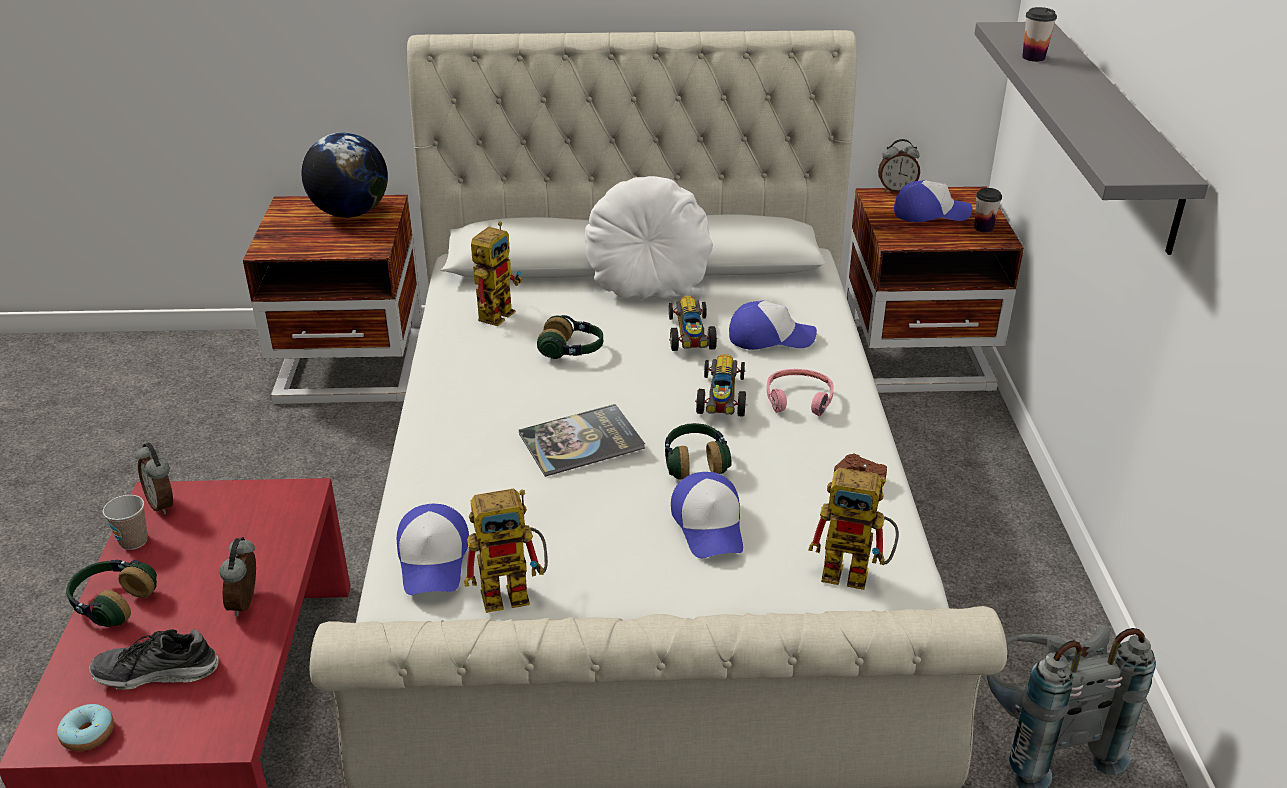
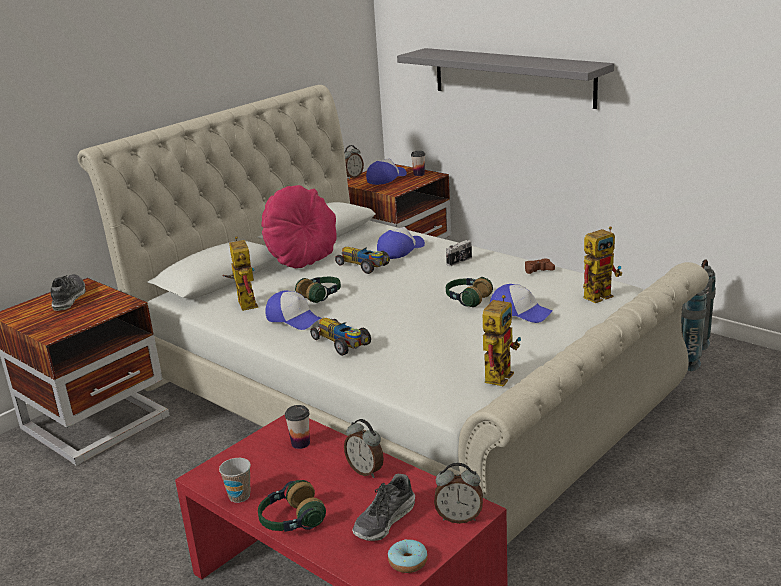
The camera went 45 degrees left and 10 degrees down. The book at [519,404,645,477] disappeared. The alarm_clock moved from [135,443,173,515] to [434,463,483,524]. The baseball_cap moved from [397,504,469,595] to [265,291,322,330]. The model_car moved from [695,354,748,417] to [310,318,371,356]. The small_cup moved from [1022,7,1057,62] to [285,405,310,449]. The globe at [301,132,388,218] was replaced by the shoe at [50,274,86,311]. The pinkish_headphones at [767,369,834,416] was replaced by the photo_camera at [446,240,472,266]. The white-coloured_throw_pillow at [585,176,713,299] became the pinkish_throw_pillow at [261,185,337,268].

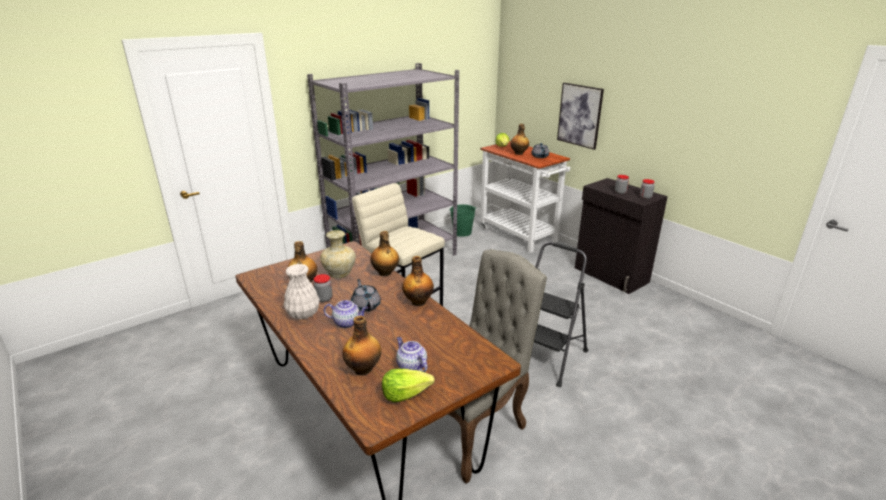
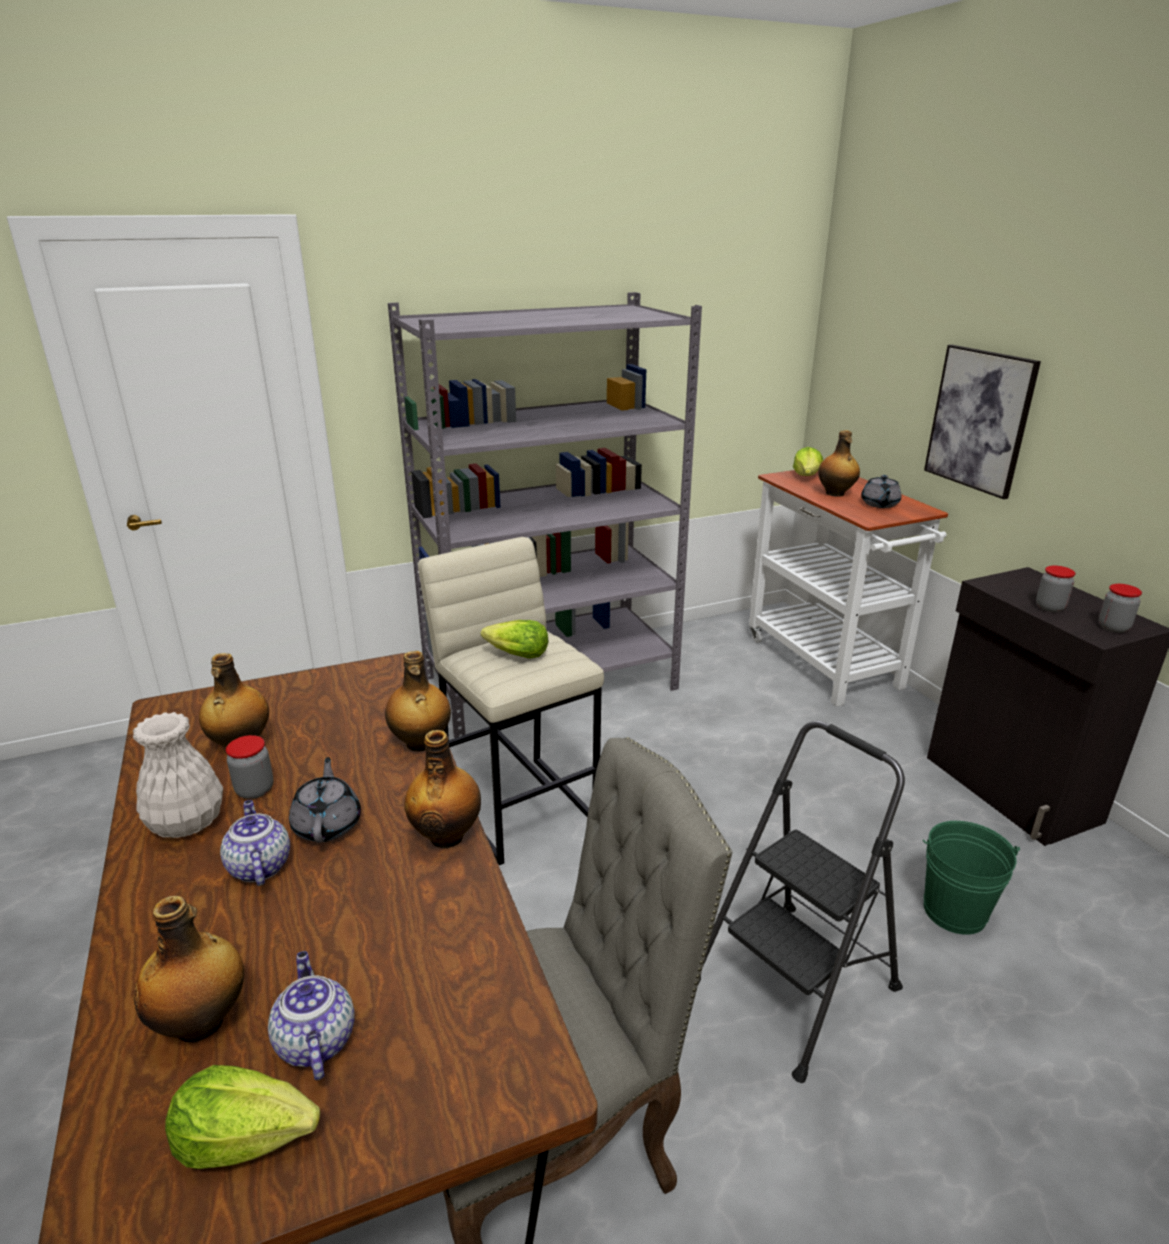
The camera went 15 degrees right and 0 degrees up. The beige-coloured_decorative_vase at [320,230,356,278] disappeared. The lettuce at [481,620,548,659] appeared. The green_pail moved from [449,204,476,237] to [923,821,1020,935]. The pot_for_tea at [324,300,368,328] turned 135 degrees counterclockwise.

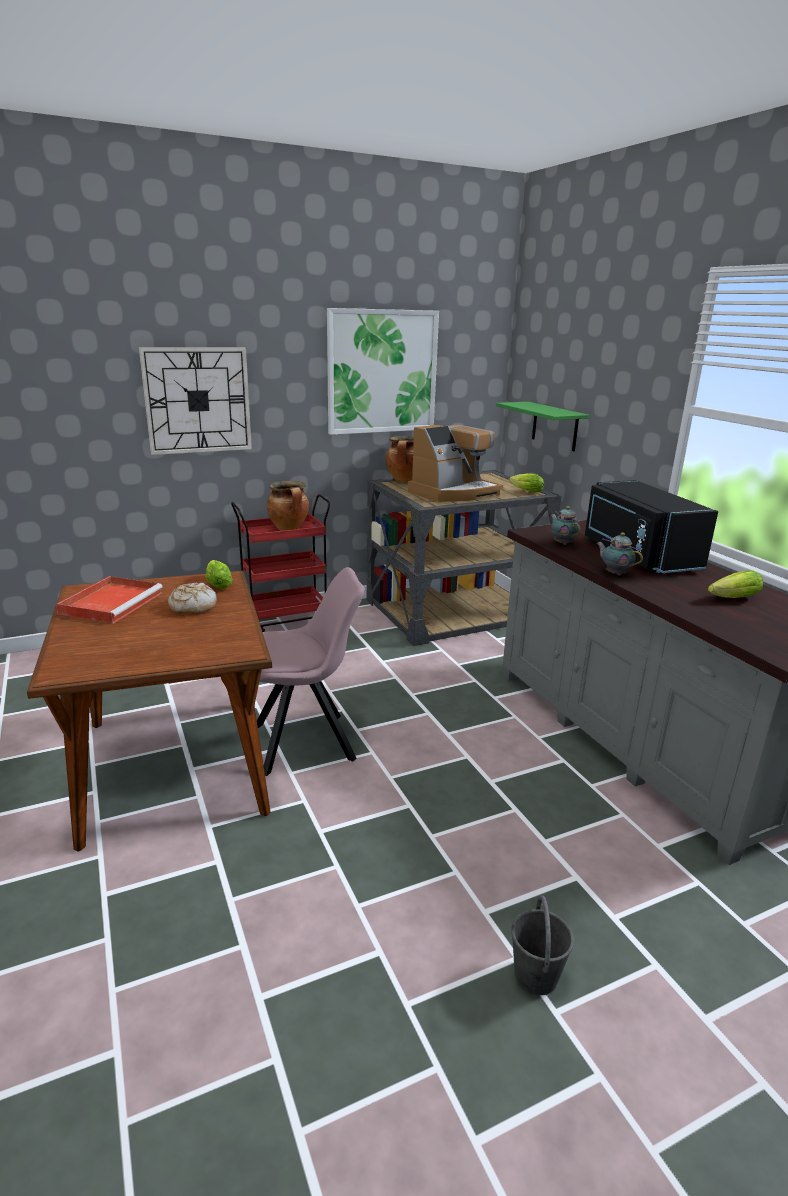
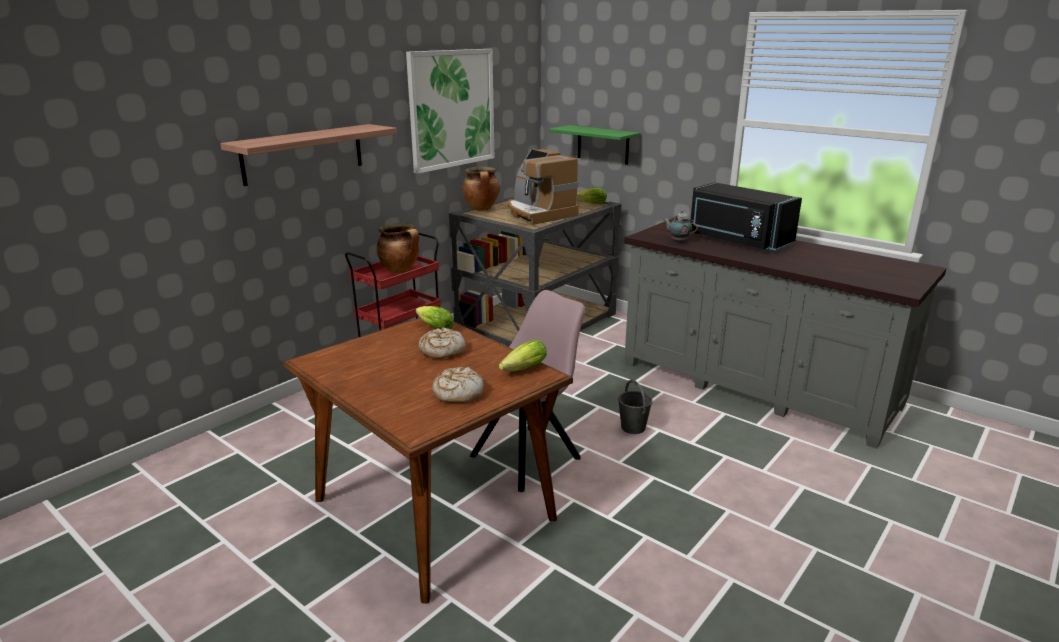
The camera went 25 degrees left and 0 degrees up. The red_tray at [56,576,163,623] disappeared. The pot_for_tea at [596,533,643,576] disappeared. The bread at [432,367,483,402] appeared. The grey_pail moved from [511,895,574,995] to [618,380,653,434]. The lettuce moved from [708,571,763,598] to [499,340,547,372]. The wall_clock at [139,347,252,455] was replaced by the wall_shelf at [220,124,397,186]. The coffee_brewer at [408,425,503,502] turned 120 degrees clockwise.

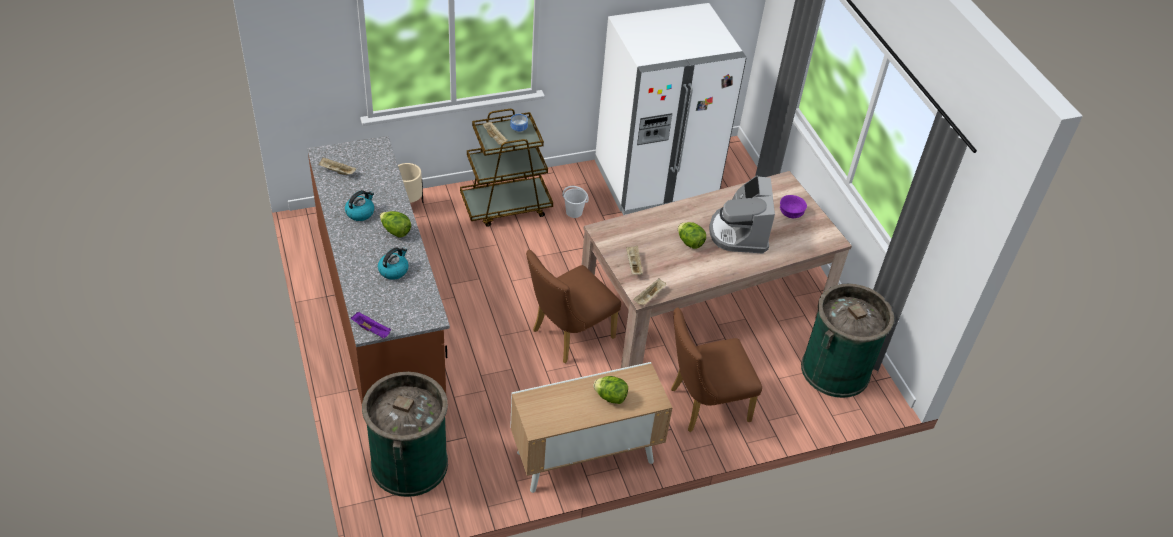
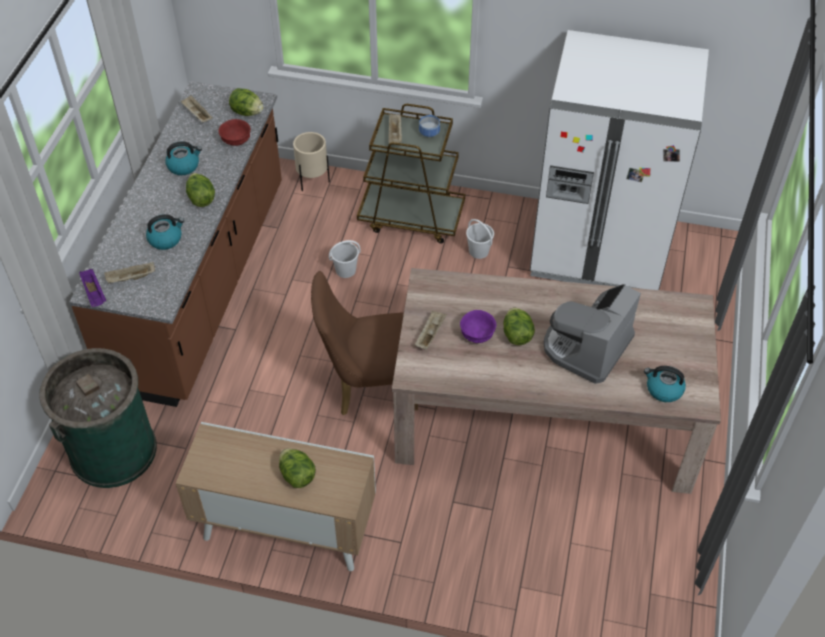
The camera went 35 degrees right and 5 degrees up. The brown-coloured_upright_chair at [671,307,762,432] disappeared. The green_rubbish_bin at [801,283,894,398] disappeared. The red_deep_dish at [218,119,251,146] appeared. The lettuce at [229,88,264,116] appeared. The white-coloured_pail at [329,240,361,278] appeared. The water_kettle at [644,366,686,402] appeared. The beige-coloured_tray moved from [633,278,666,306] to [104,262,155,284]. The purple-coloured_deep_dish moved from [780,195,807,218] to [460,310,496,343].

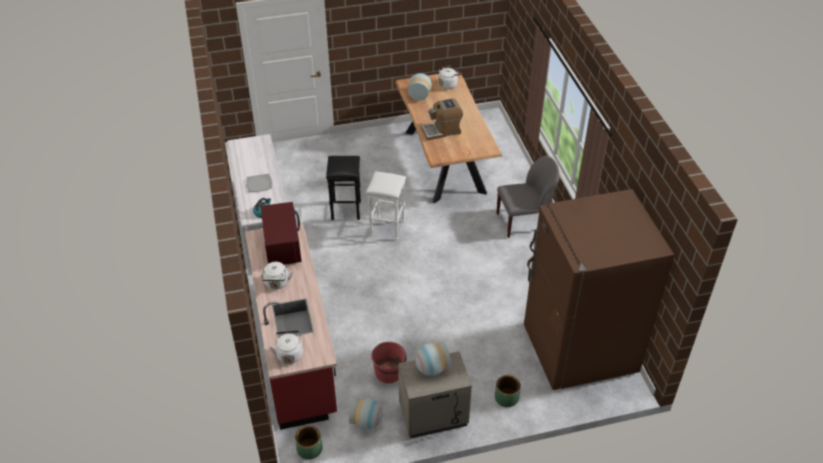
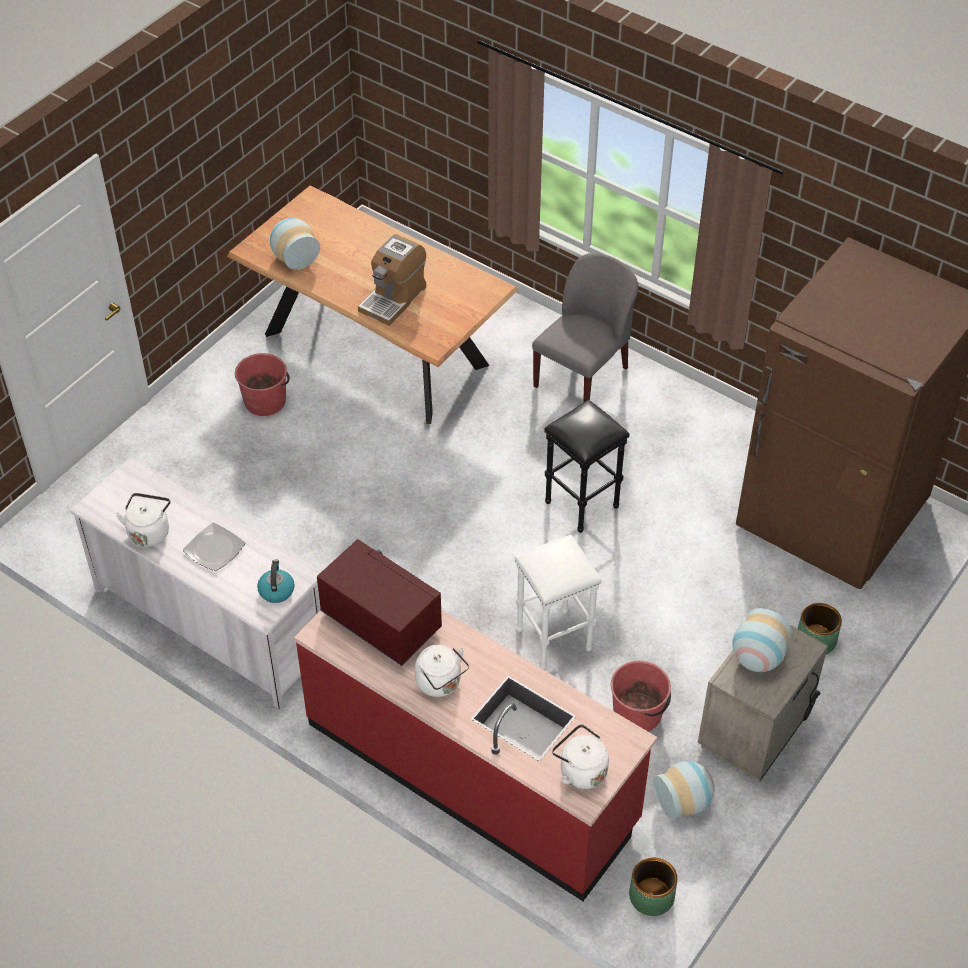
The camera went 40 degrees left and 5 degrees up. The red_pail at [235,353,290,416] appeared. The black_sitting_stool moved from [326,156,361,220] to [544,400,630,533]. The white-coloured_sitting_stool moved from [366,171,406,241] to [515,535,602,670]. The white-coloured_water_kettle moved from [438,66,461,89] to [116,493,170,547].

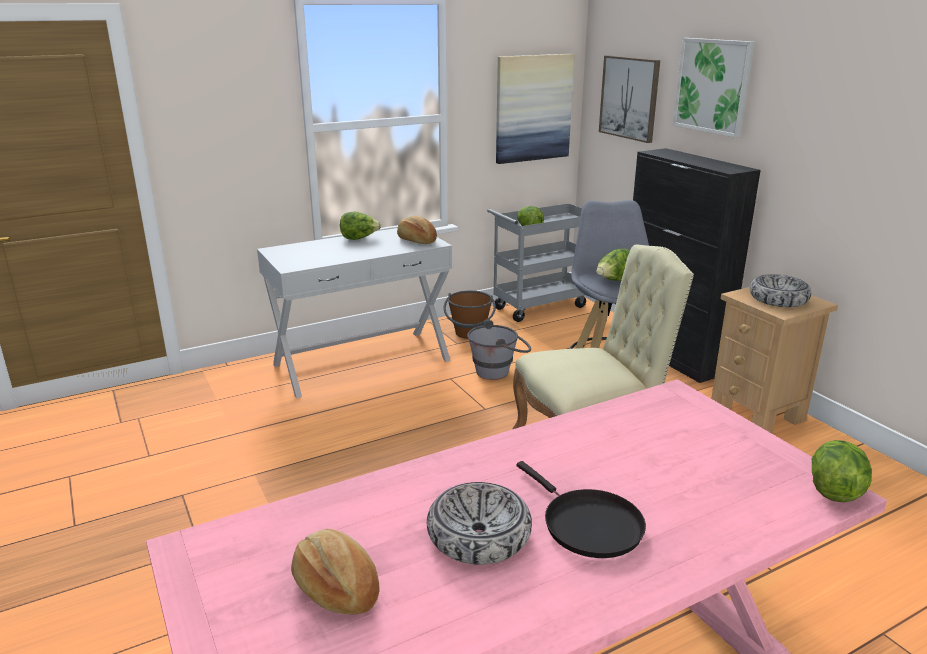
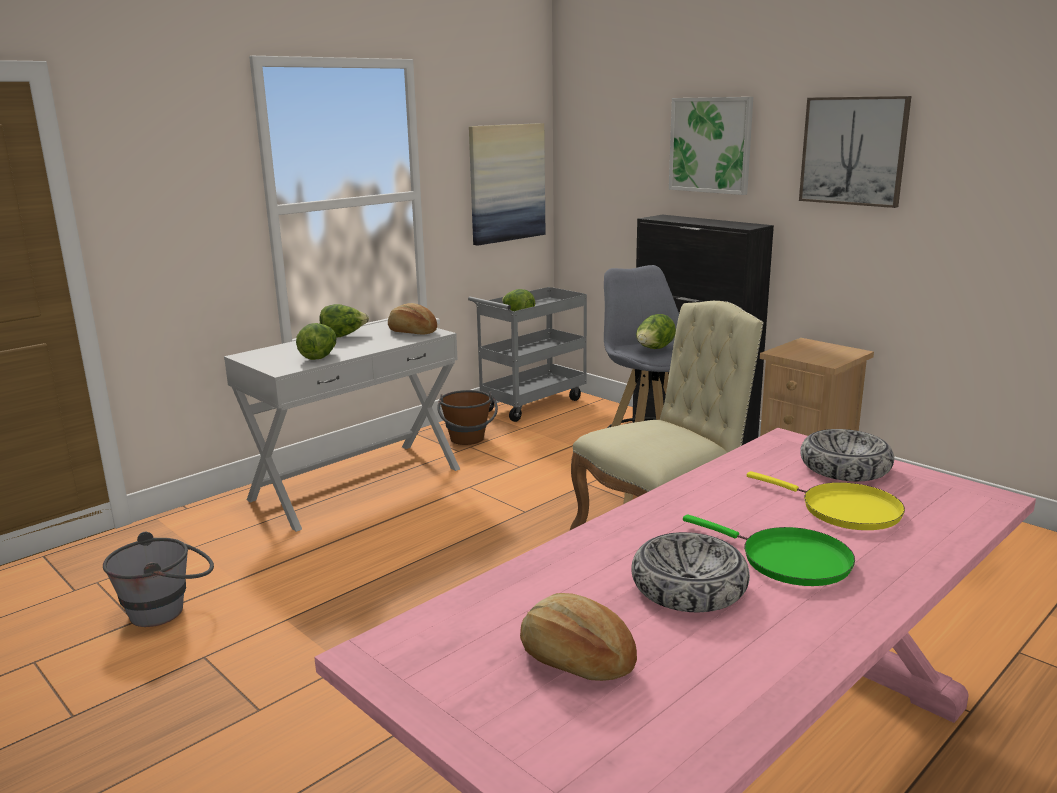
The camera went 15 degrees left and 5 degrees down. The yellow-coloured_pan at [747,471,905,530] appeared. The grey_pail moved from [467,320,531,380] to [103,532,214,627]. The wall_art moved from [599,55,660,143] to [799,96,911,208]. The deep_dish moved from [750,274,811,307] to [800,429,894,481]. The lettuce moved from [812,440,872,502] to [296,323,337,360]. The black_pan at [516,461,646,558] became the green_pan at [683,514,855,586].

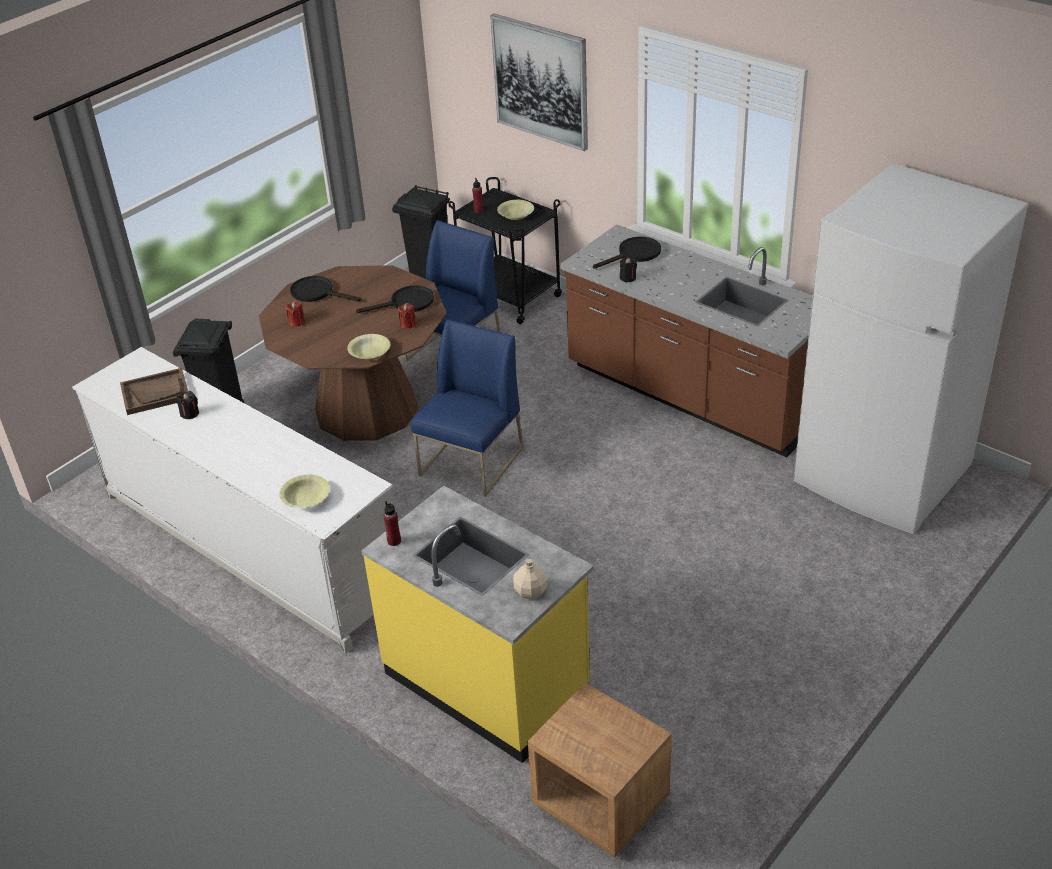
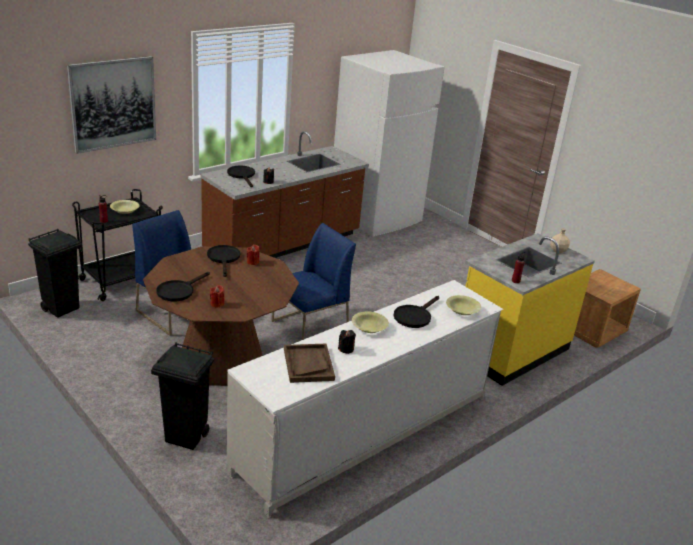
The camera went 85 degrees left and 10 degrees down. The black_pan at [393,296,439,328] appeared. The yellow-coloured_deep_dish moved from [347,334,390,360] to [352,311,389,333]. The bluish_upright_chair at [411,319,524,496] turned 105 degrees clockwise.

